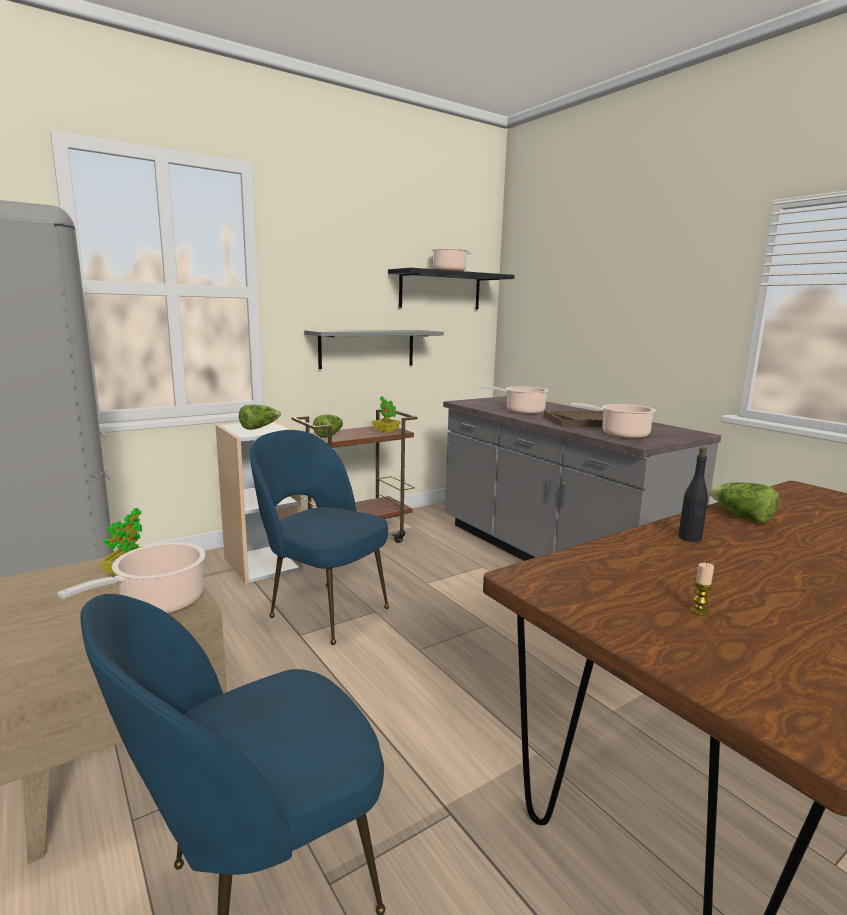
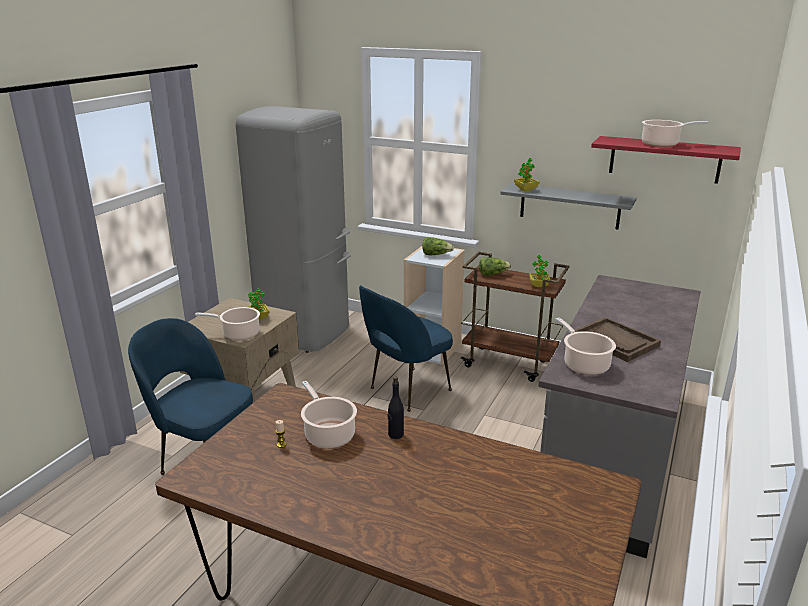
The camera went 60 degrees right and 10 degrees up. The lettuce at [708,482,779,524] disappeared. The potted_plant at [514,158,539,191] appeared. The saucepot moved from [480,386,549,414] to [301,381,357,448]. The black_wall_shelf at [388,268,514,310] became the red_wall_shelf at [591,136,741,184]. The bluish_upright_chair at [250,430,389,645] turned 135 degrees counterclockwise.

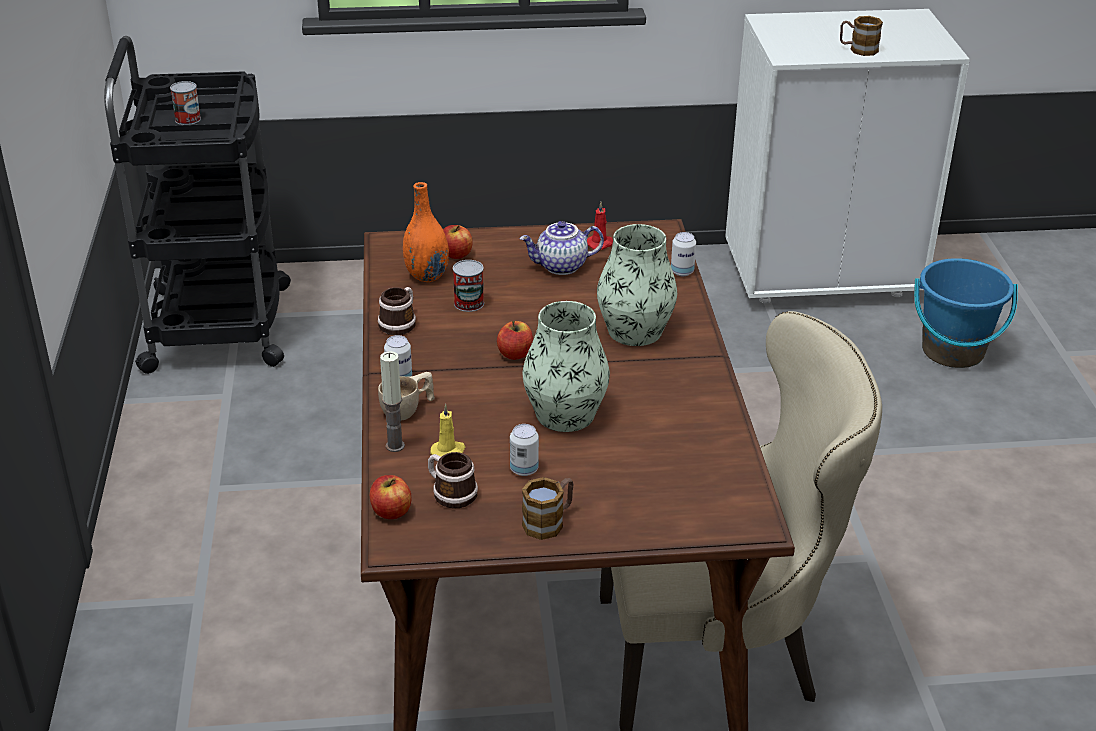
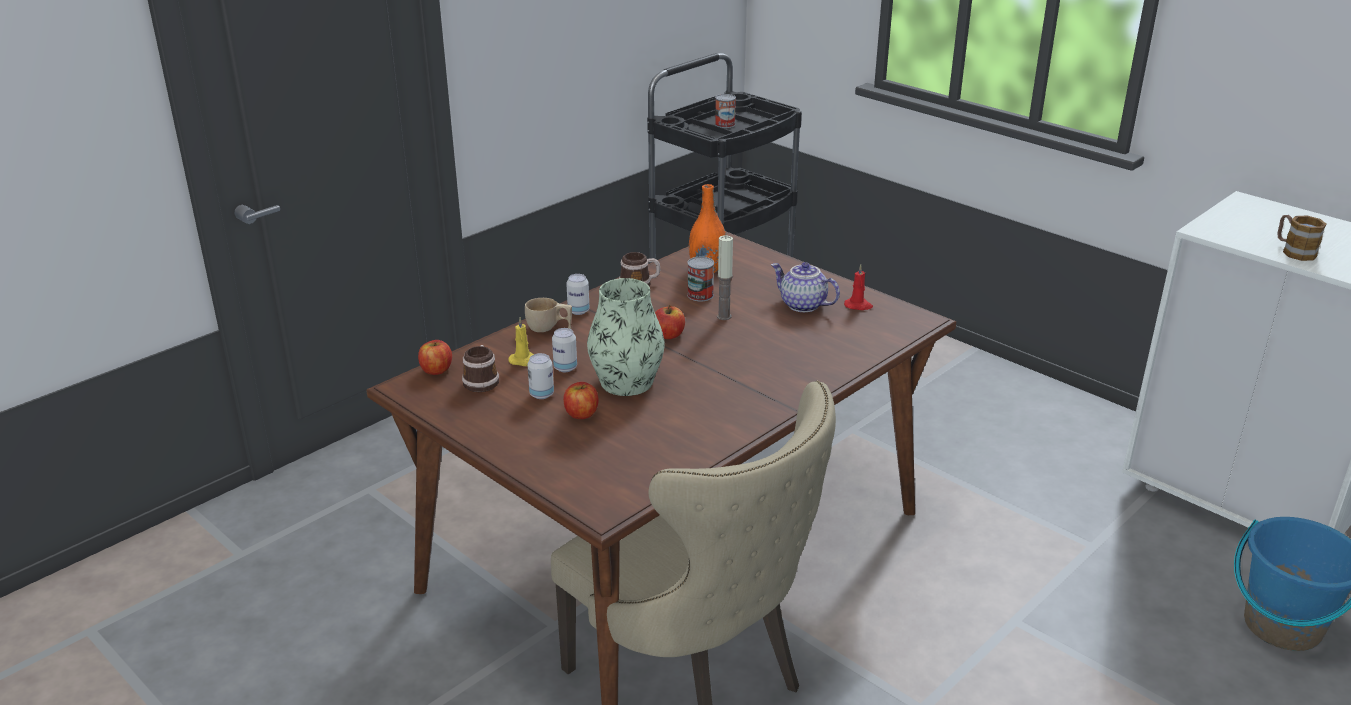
The camera went 50 degrees right and 5 degrees down. The mug at [522,477,574,540] disappeared. The decorative_vase at [597,224,677,346] disappeared. The candle moved from [380,351,405,452] to [717,235,733,320]. The apple moved from [443,225,473,259] to [563,382,598,419]. The metal_can moved from [671,232,696,276] to [552,328,577,372].

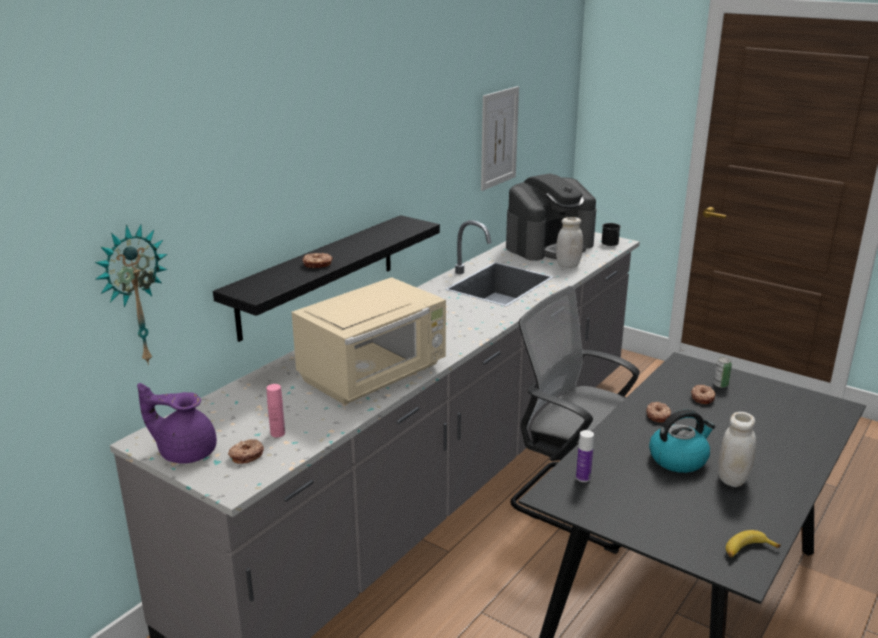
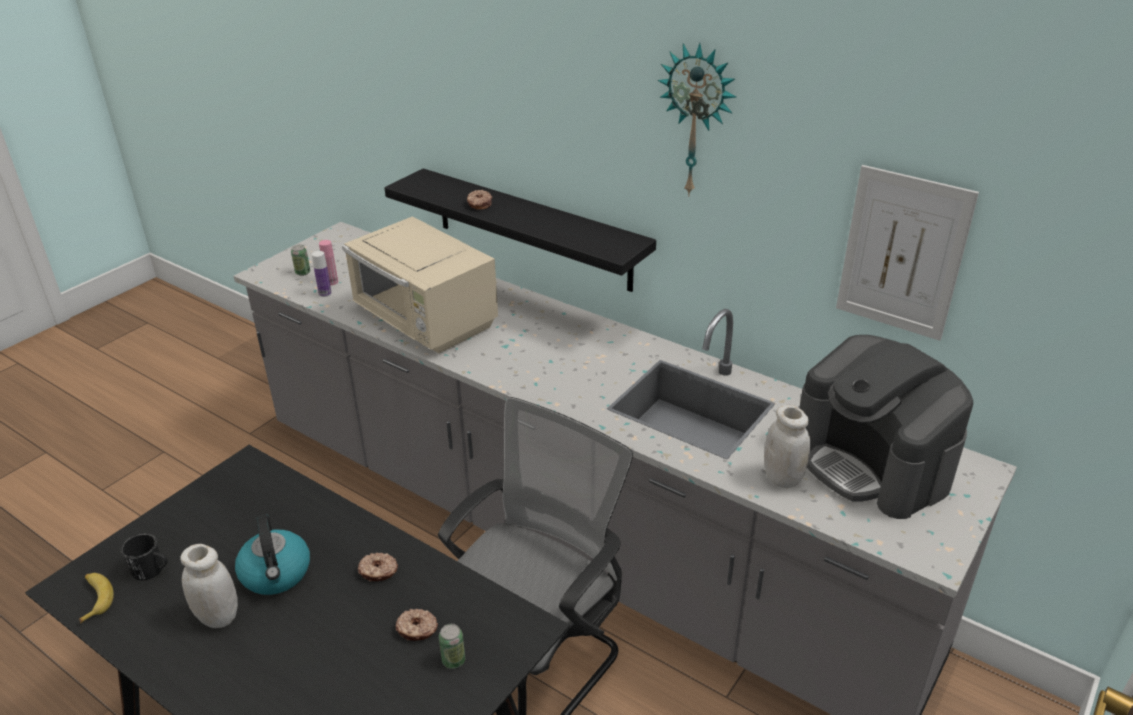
The camera went 90 degrees right and 10 degrees up. The purple-coloured_pot_for_tea at [137,383,217,464] disappeared. The wall_clock moved from [95,224,168,365] to [658,43,736,196]. The bottle moved from [576,430,594,482] to [312,251,332,297]. The black_mug moved from [602,223,621,246] to [120,533,168,580]. The ring_doughnut at [228,439,264,464] was replaced by the metal_can at [291,245,310,276].

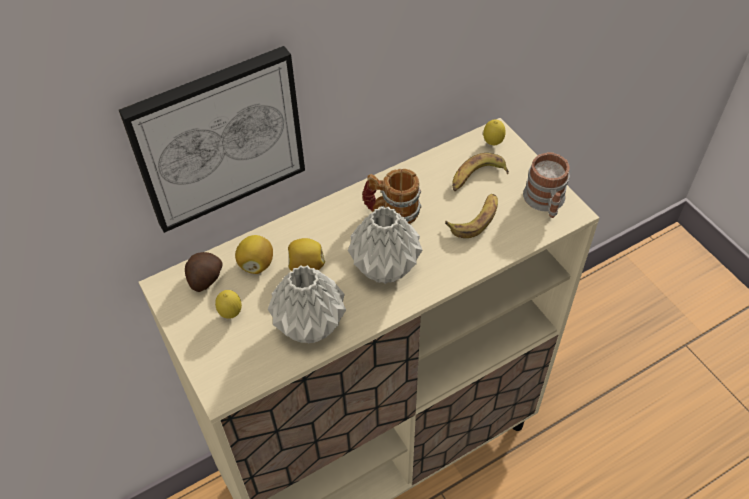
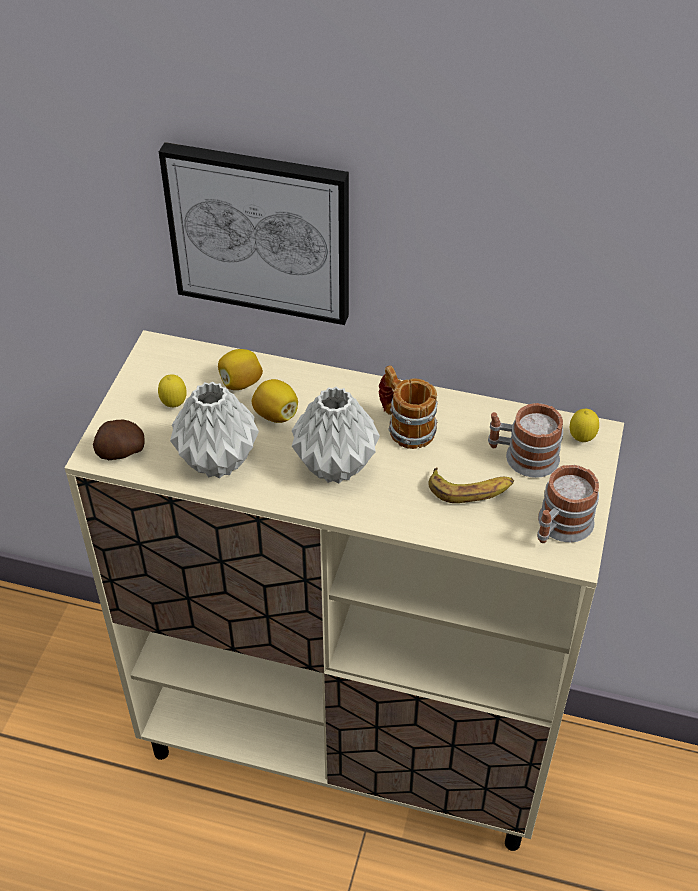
The camera went 45 degrees right and 5 degrees down. The potato moved from [185,252,223,292] to [93,420,144,460]. The whole_banana at [452,153,509,191] was replaced by the mug at [488,403,563,478].

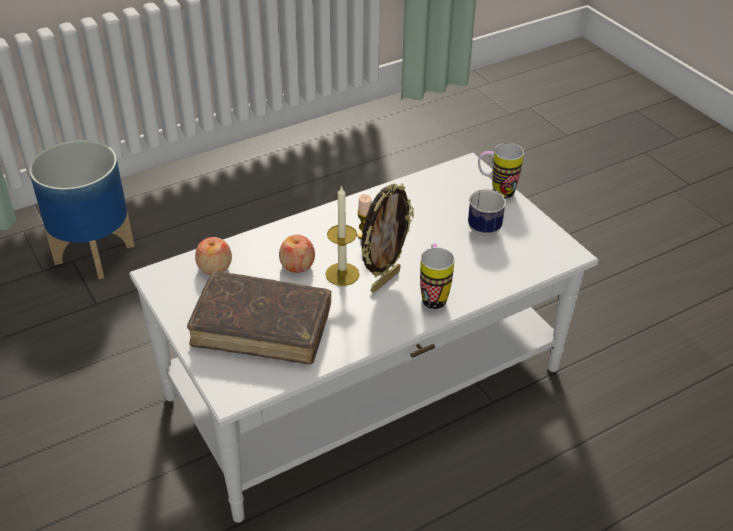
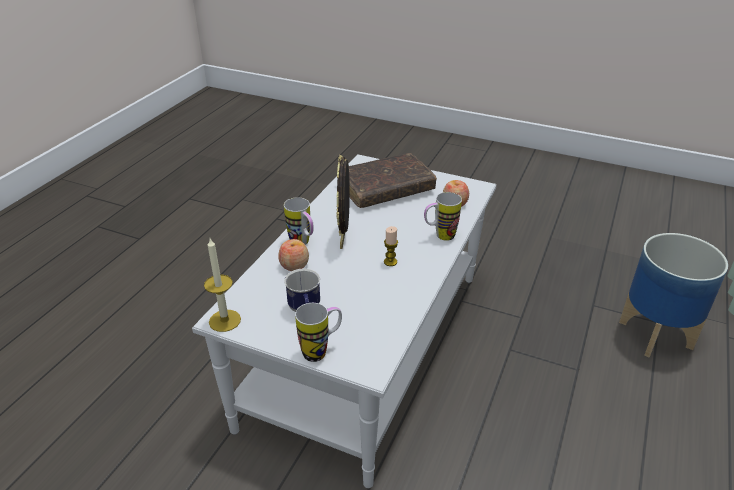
The camera went 145 degrees right and 5 degrees down. The mug at [424,192,462,241] appeared. The apple moved from [279,235,315,273] to [278,239,309,271]. The candle moved from [325,185,360,286] to [204,238,241,332].

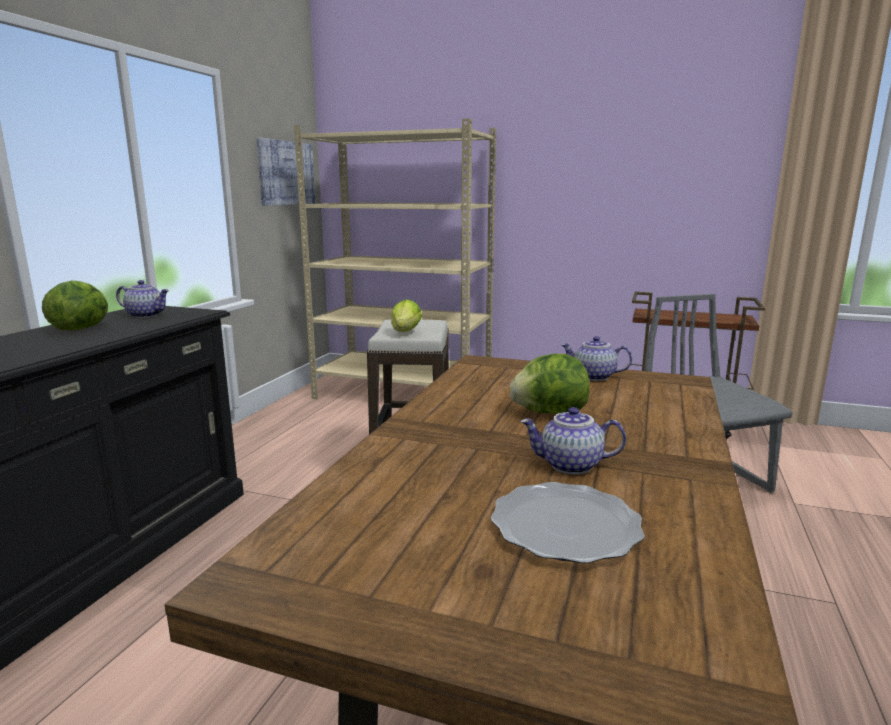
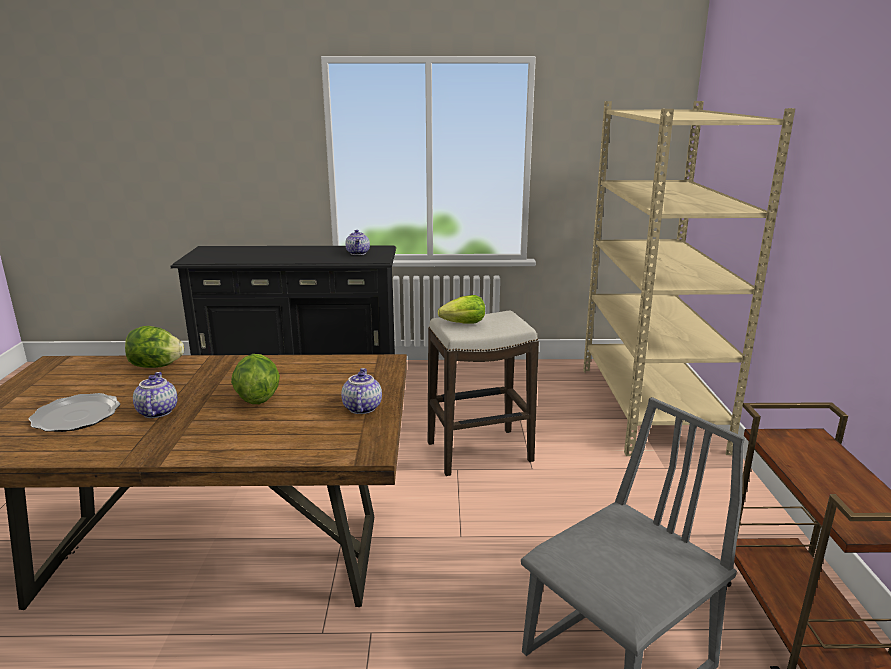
The camera went 70 degrees right and 5 degrees up. The wall_art at [256,138,316,205] disappeared. The lettuce moved from [42,281,108,330] to [125,326,184,368].

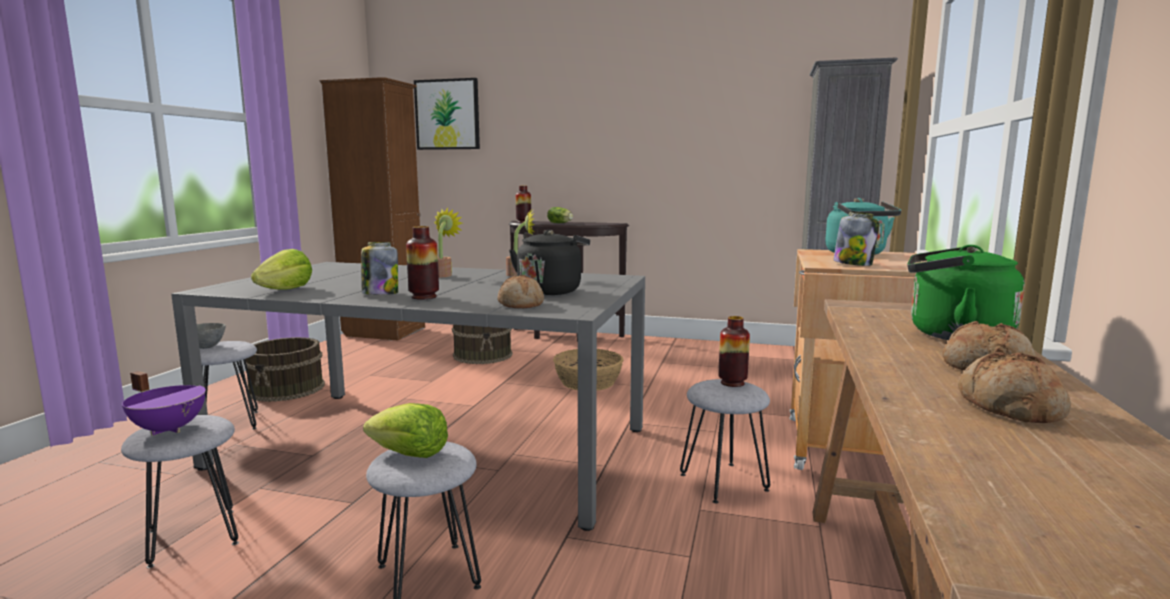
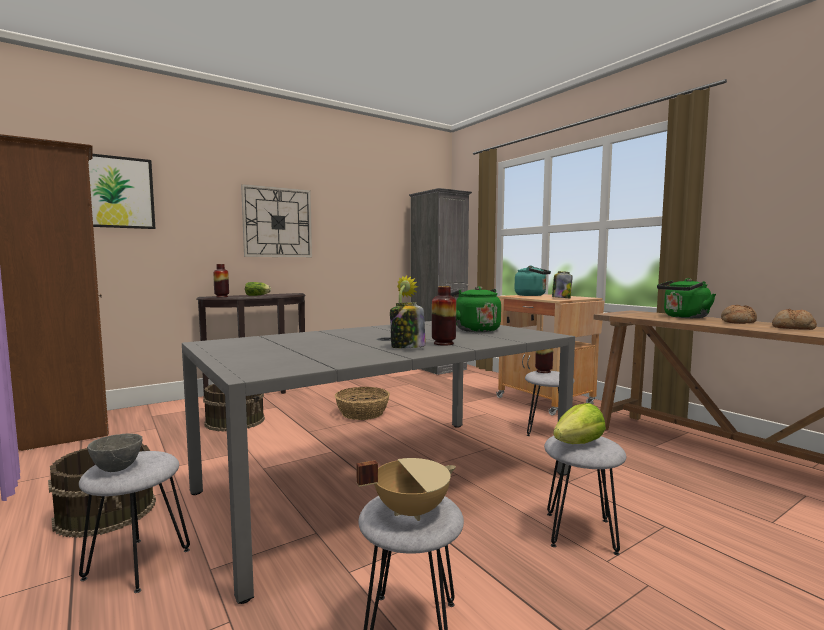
The camera went 50 degrees left and 5 degrees down. The lettuce at [251,249,312,289] disappeared. The potted_plant at [434,208,462,277] disappeared. The bread at [498,275,544,308] disappeared. The wall_clock at [241,184,312,257] appeared. The purple-coloured_saucepot at [122,371,206,436] became the beige-coloured_saucepot at [356,458,456,521]. The black_water_kettle at [509,230,590,295] became the green_water_kettle at [451,286,501,332].

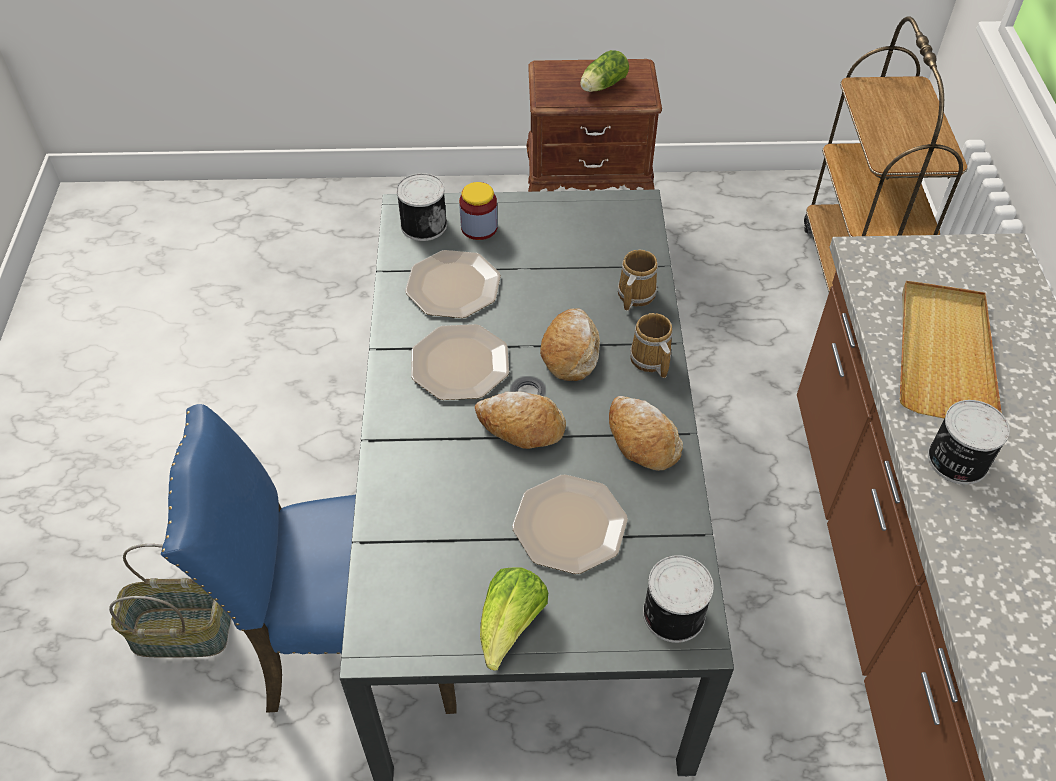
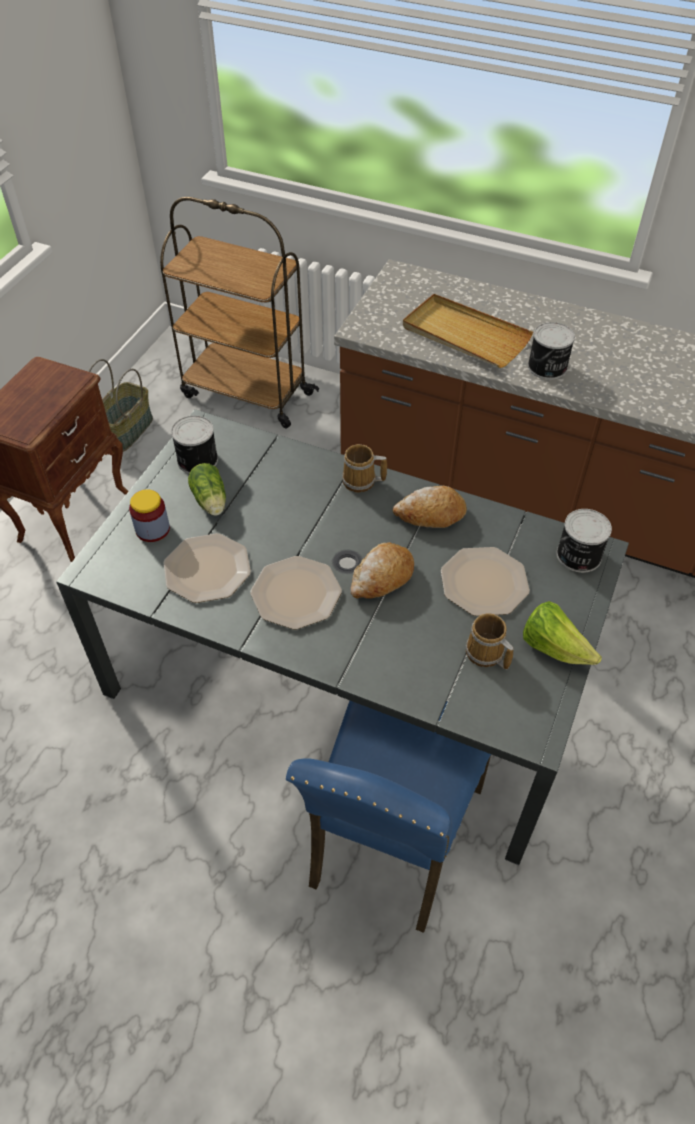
The camera went 65 degrees left and 0 degrees up. The bread at [540,309,600,381] disappeared. The basket moved from [109,544,231,658] to [88,359,153,452]. The metal_can moved from [396,173,447,241] to [171,415,218,474]. The lettuce moved from [580,50,629,92] to [188,463,226,516]. The mug moved from [618,249,658,311] to [466,613,514,670].

